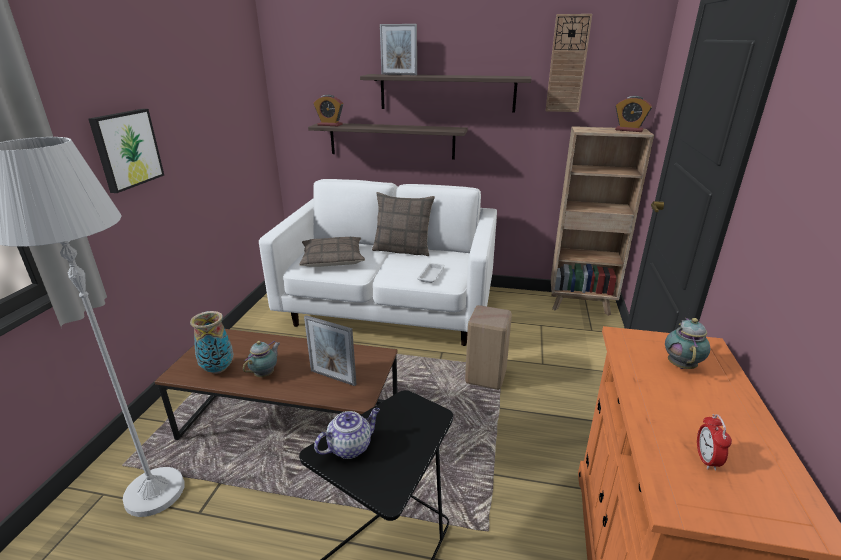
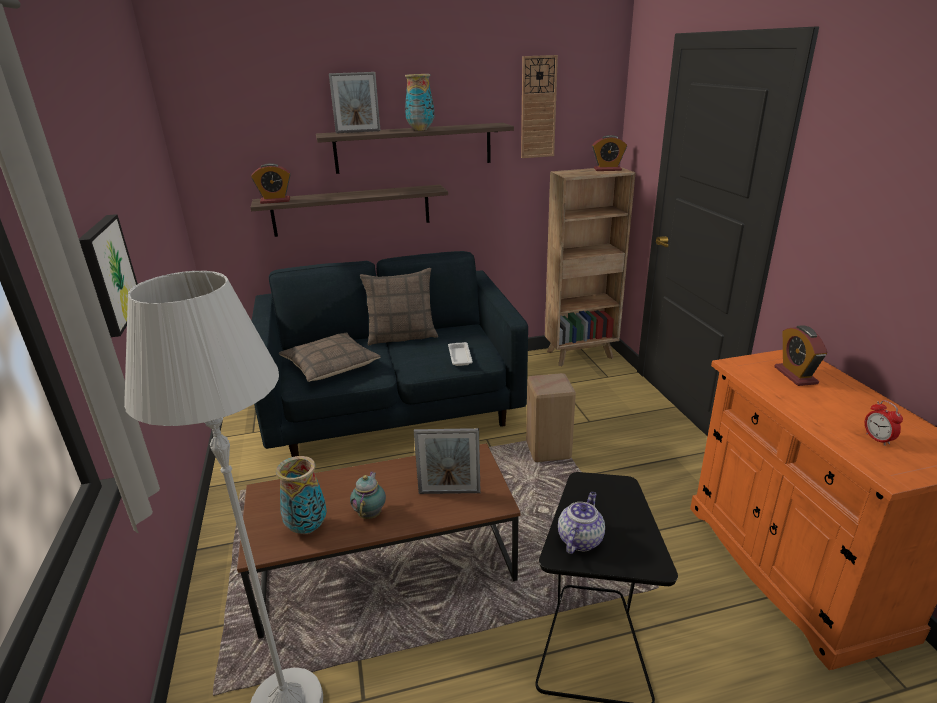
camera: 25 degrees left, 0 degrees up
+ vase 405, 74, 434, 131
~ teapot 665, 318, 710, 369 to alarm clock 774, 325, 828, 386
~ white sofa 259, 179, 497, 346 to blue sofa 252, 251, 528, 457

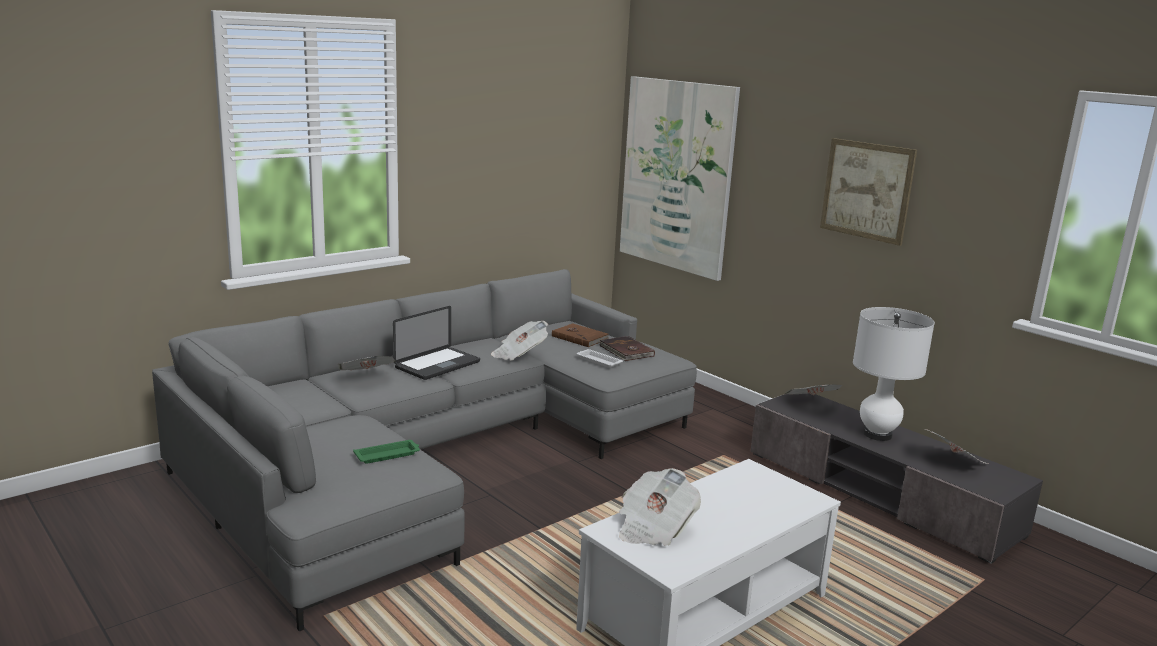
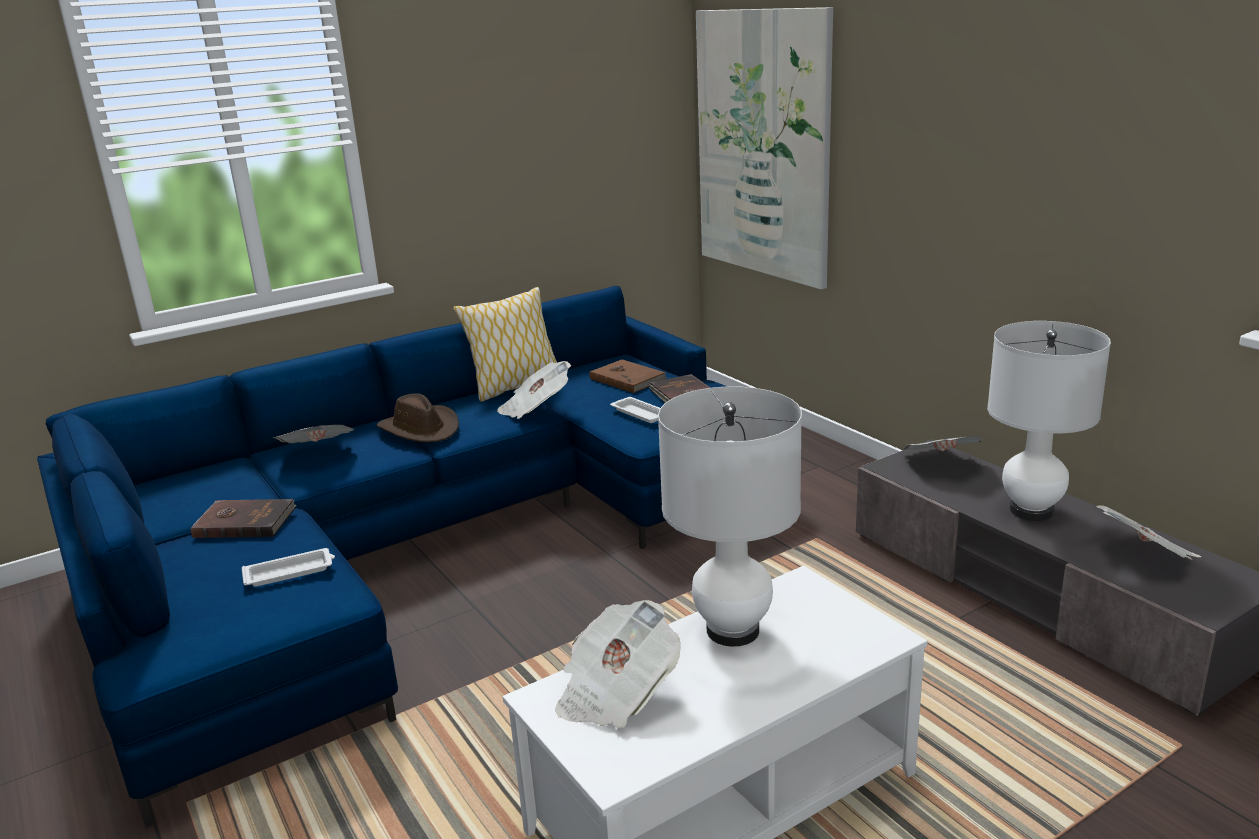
camera: 10 degrees right, 5 degrees up
- picture 820, 138, 917, 246
+ brown book 191, 499, 296, 538
+ pillow 453, 287, 557, 402
+ white table lamp 658, 386, 802, 647
~ laptop 393, 306, 480, 380 to brown hat 376, 394, 459, 442
~ grey sofa 152, 269, 697, 631 to blue sofa 37, 286, 726, 828
~ green tray 353, 440, 420, 464 to white tray 242, 548, 335, 587

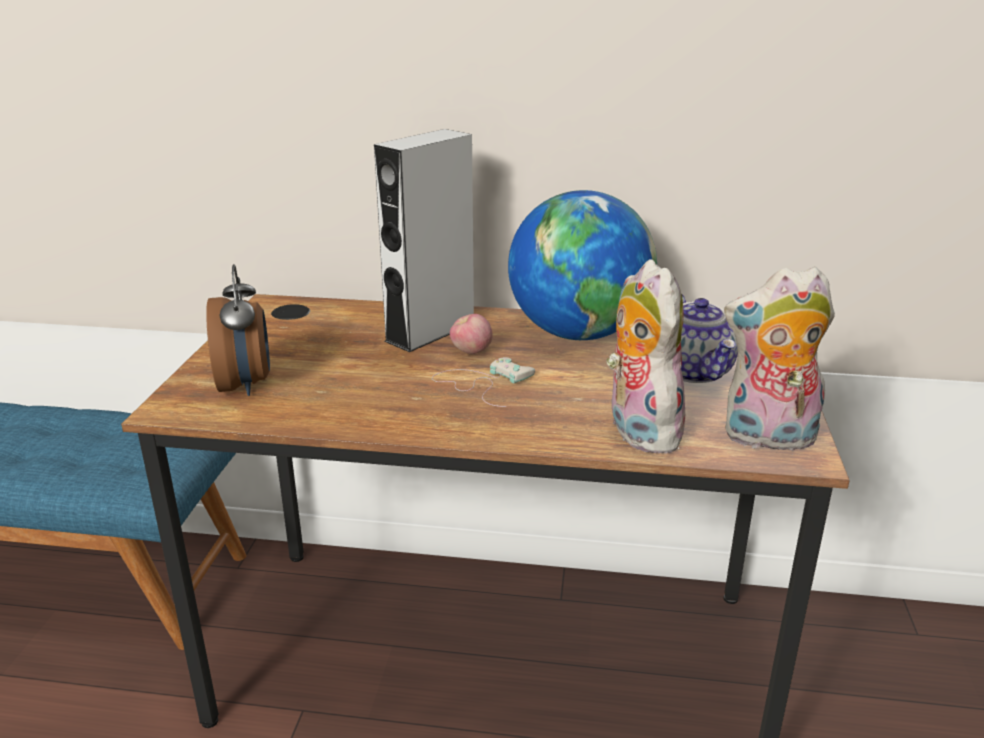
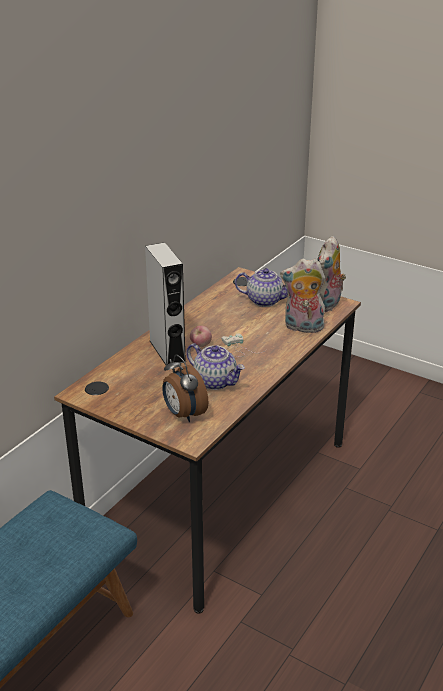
camera: 65 degrees left, 5 degrees up
- globe 508, 190, 657, 340
+ teapot 186, 343, 245, 390
~ alarm clock 206, 264, 270, 396 = 162, 355, 208, 422 135 degrees counterclockwise

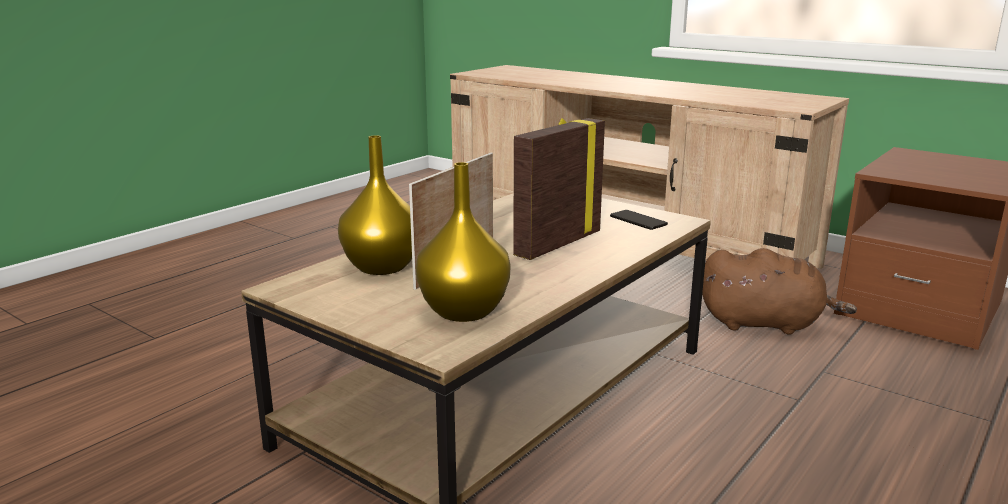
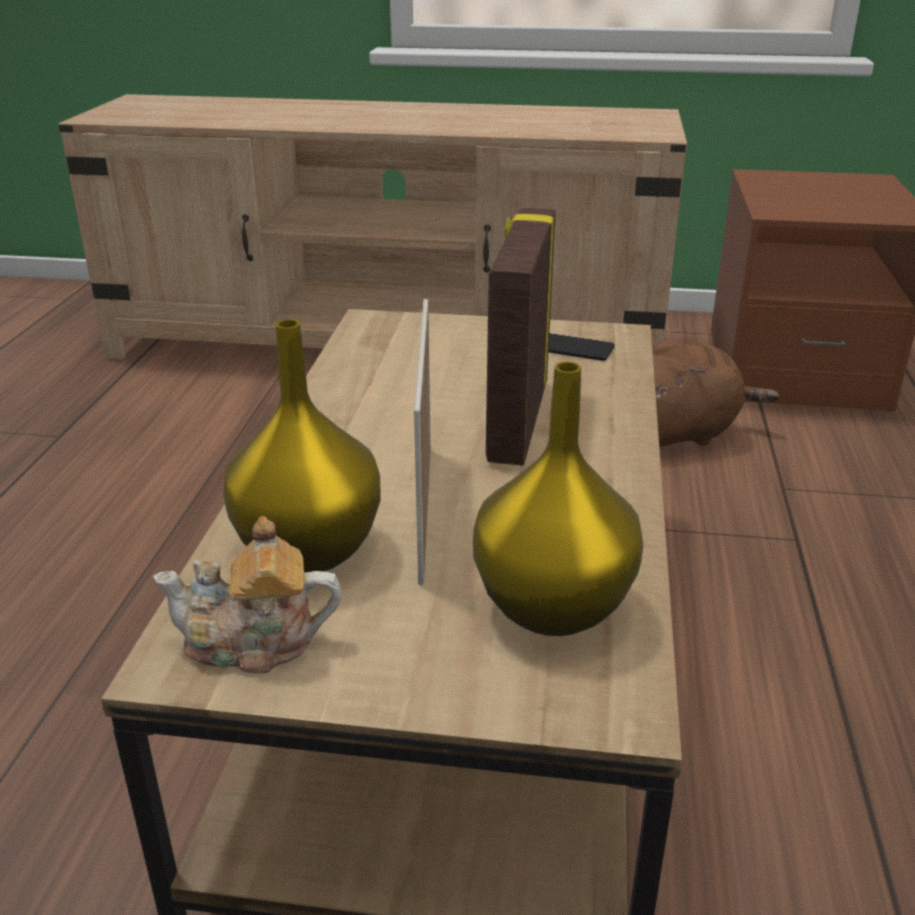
camera: 30 degrees left, 10 degrees up
+ teapot 153, 516, 341, 674

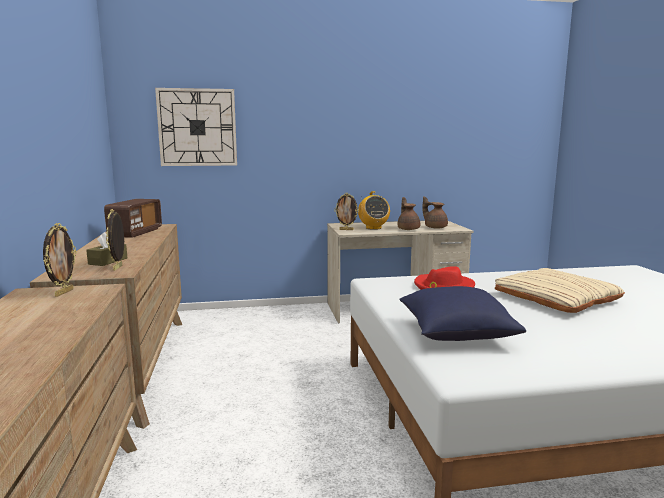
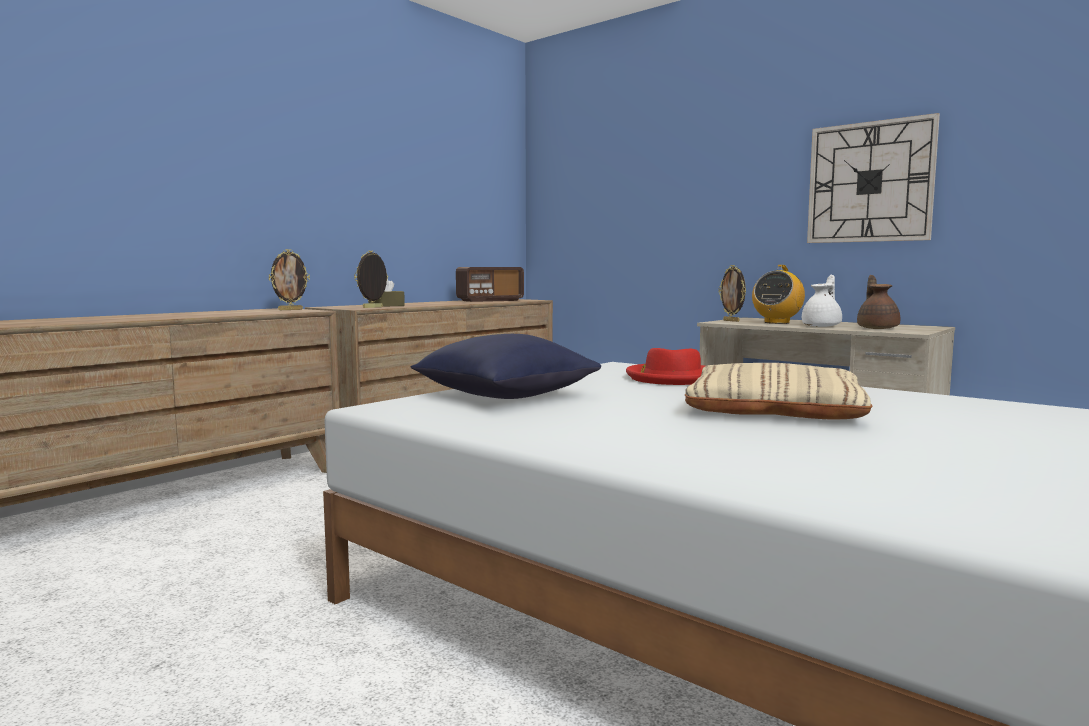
camera: 50 degrees right, 5 degrees down
~ wall clock 155, 88, 237, 166 to 807, 113, 940, 243
~ brown teapot 397, 197, 420, 230 to white teapot 802, 275, 842, 327

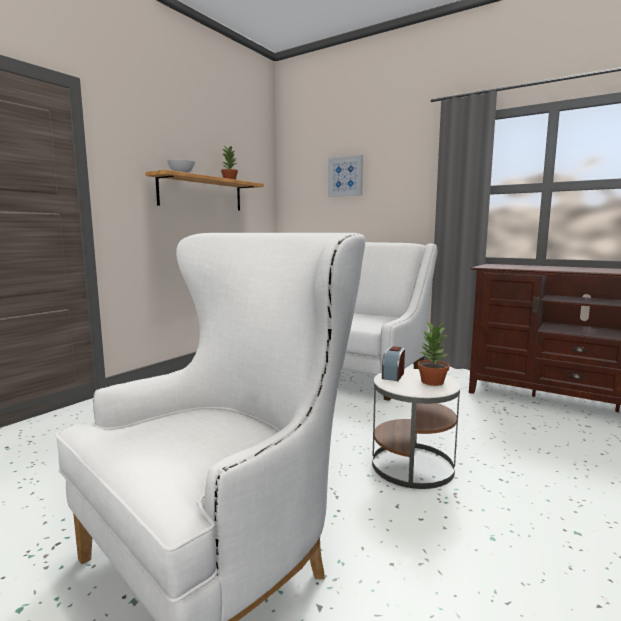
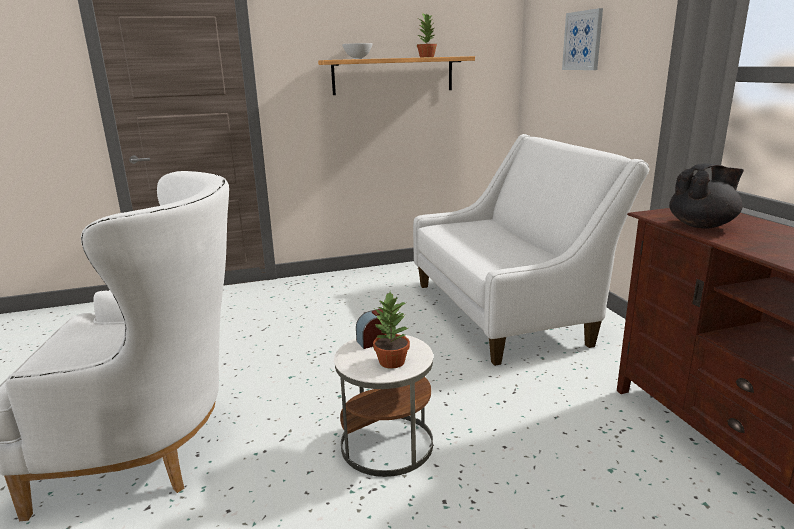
camera: 40 degrees right, 10 degrees up
+ black teapot 669, 163, 744, 228

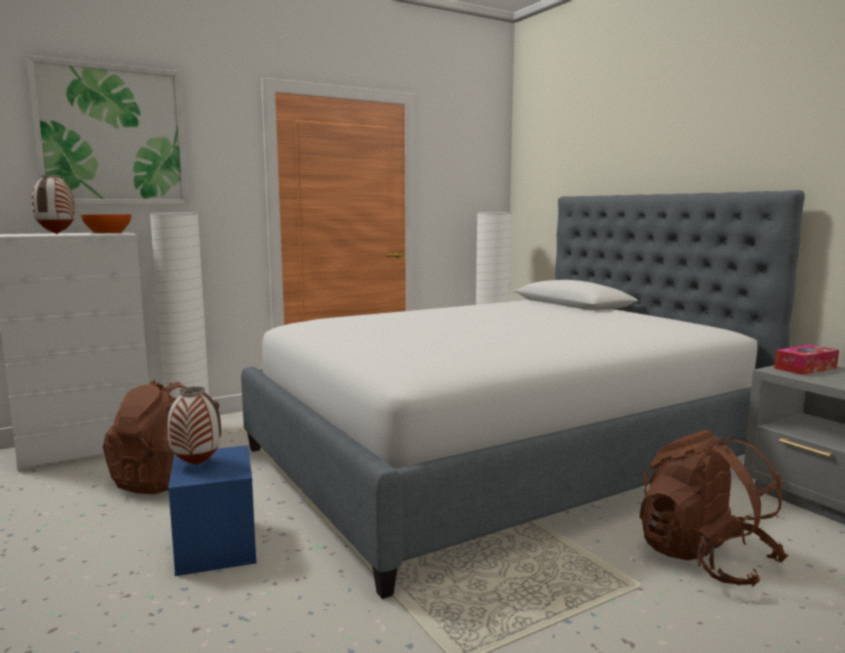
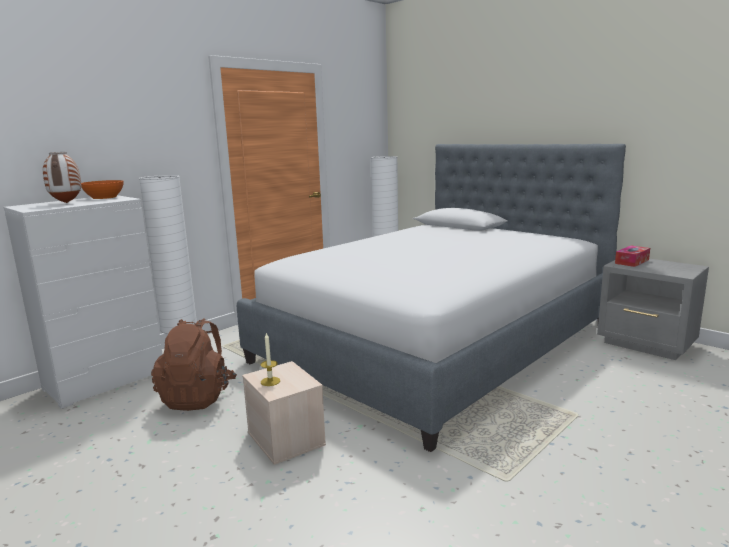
camera: 15 degrees left, 5 degrees up
- picture 26, 55, 189, 205
- brown backpack 640, 430, 788, 586
~ vase 167, 387, 221, 465 to candle 261, 333, 280, 386
~ blue storage box 168, 445, 257, 576 to beige storage box 242, 361, 326, 465

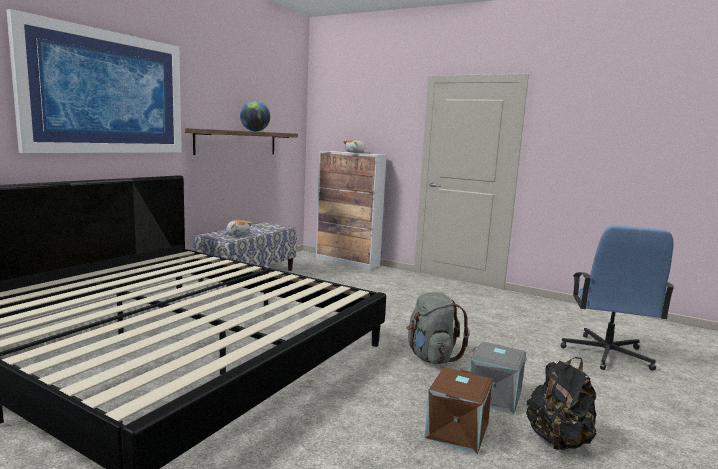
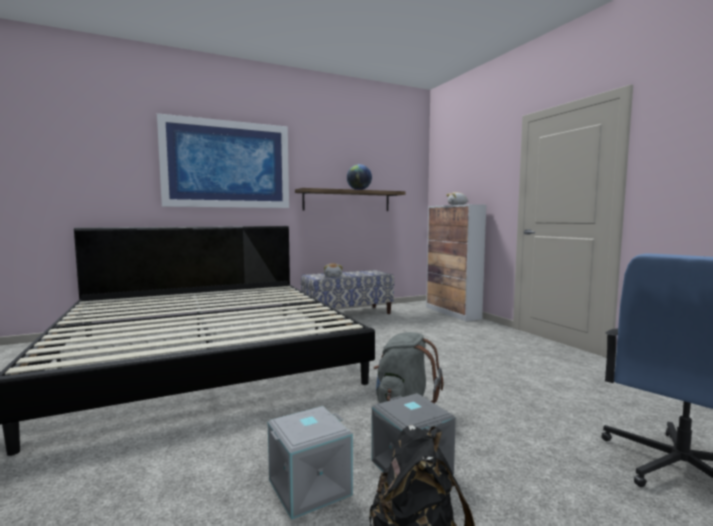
camera: 35 degrees right, 5 degrees down
~ brown storage box 424, 367, 493, 455 to grey storage box 268, 406, 353, 520

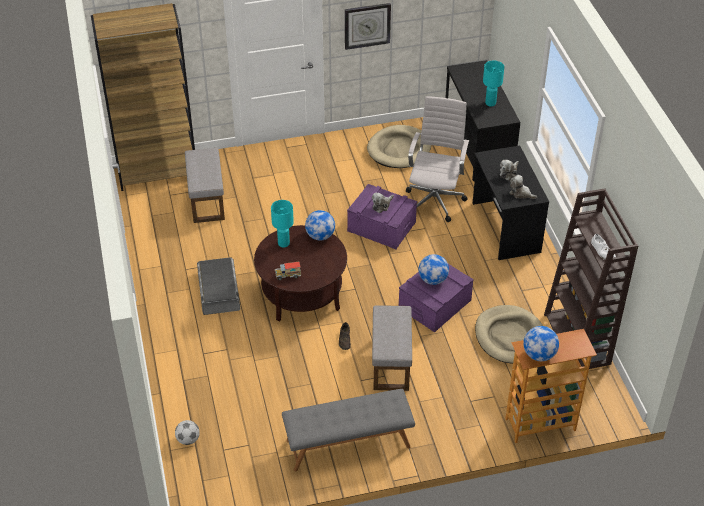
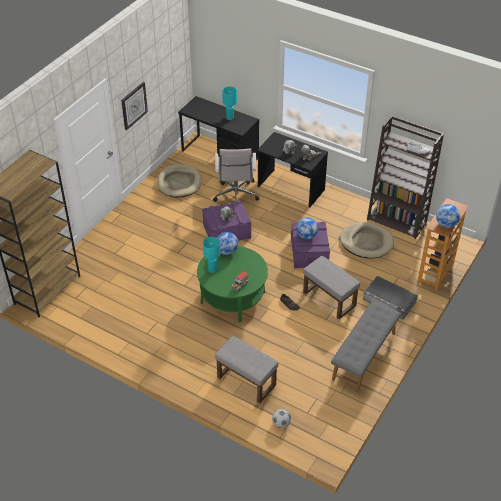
camera: 45 degrees left, 0 degrees up
~ grey ottoman 185, 148, 225, 223 to 215, 336, 278, 403
~ grey storage box 197, 257, 240, 315 to 363, 276, 418, 319
~ brown coffee table 254, 225, 347, 321 to green coffee table 197, 246, 268, 322
~ white office chair 406, 96, 469, 222 = 213, 149, 259, 202 150 degrees counterclockwise

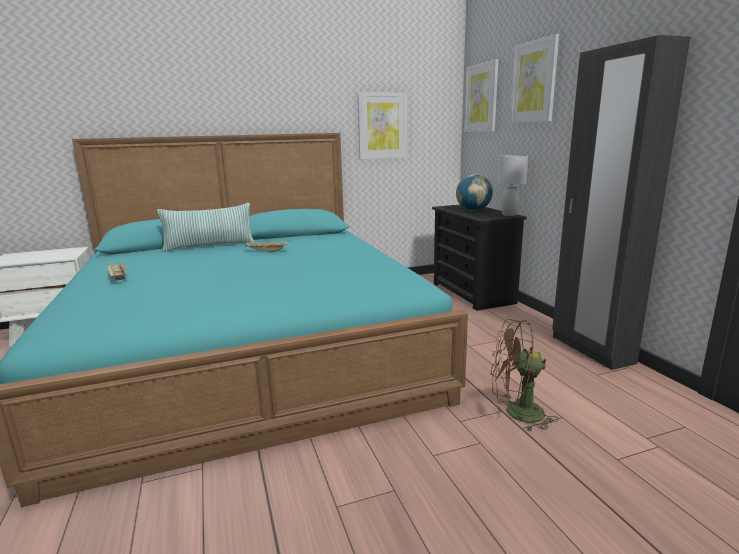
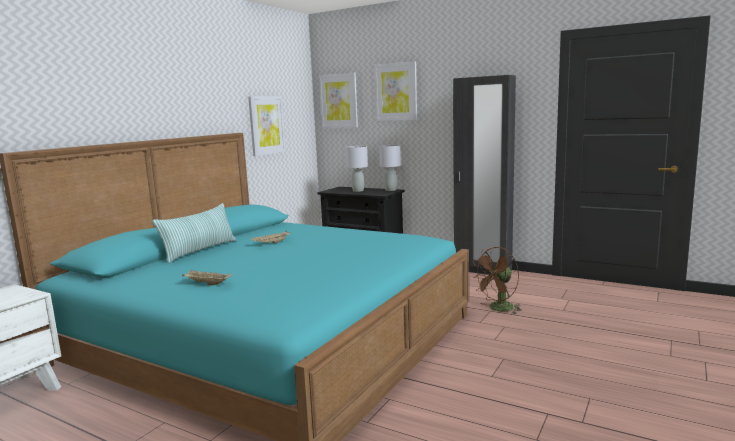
camera: 40 degrees left, 5 degrees down
~ globe 456, 174, 493, 211 to grey table lamp 346, 146, 368, 192

